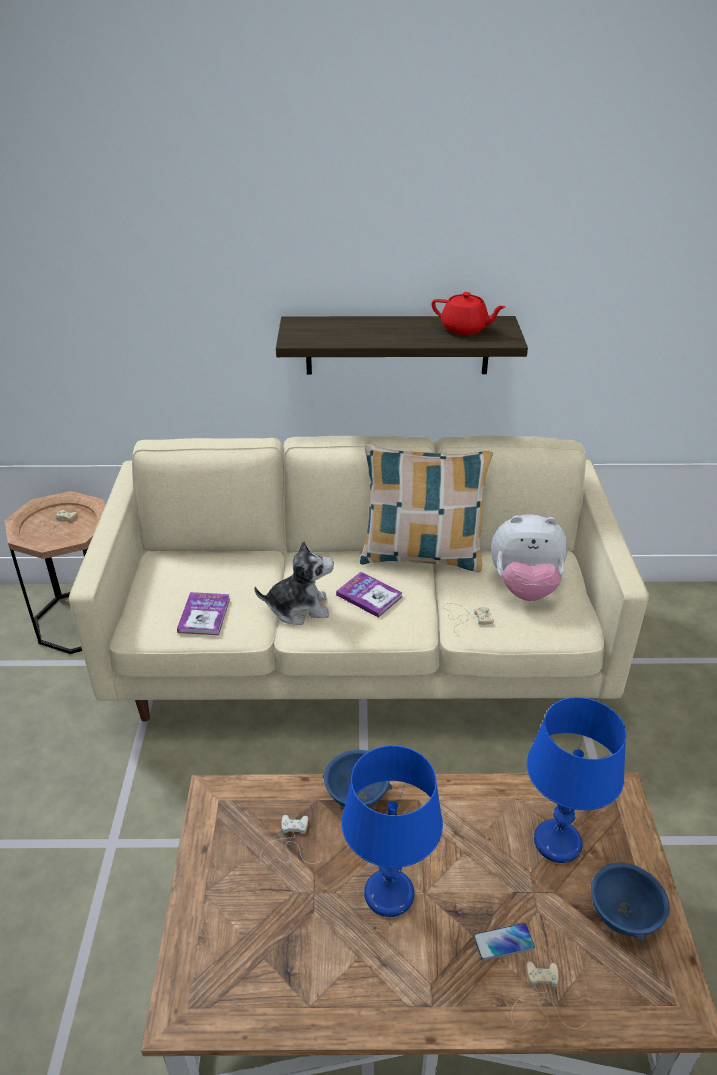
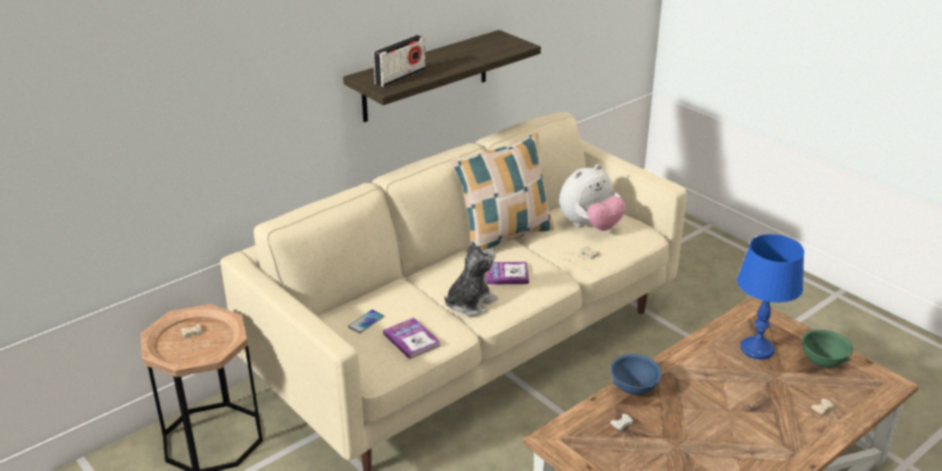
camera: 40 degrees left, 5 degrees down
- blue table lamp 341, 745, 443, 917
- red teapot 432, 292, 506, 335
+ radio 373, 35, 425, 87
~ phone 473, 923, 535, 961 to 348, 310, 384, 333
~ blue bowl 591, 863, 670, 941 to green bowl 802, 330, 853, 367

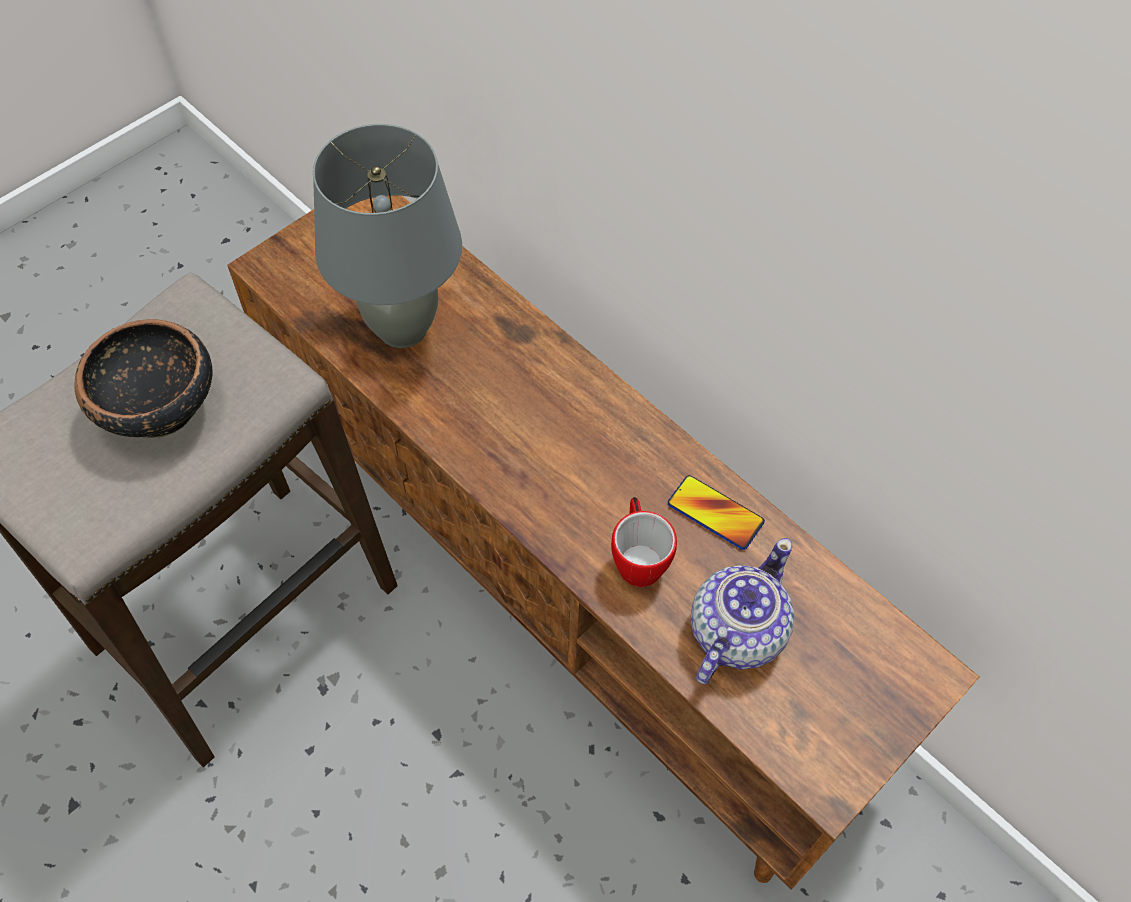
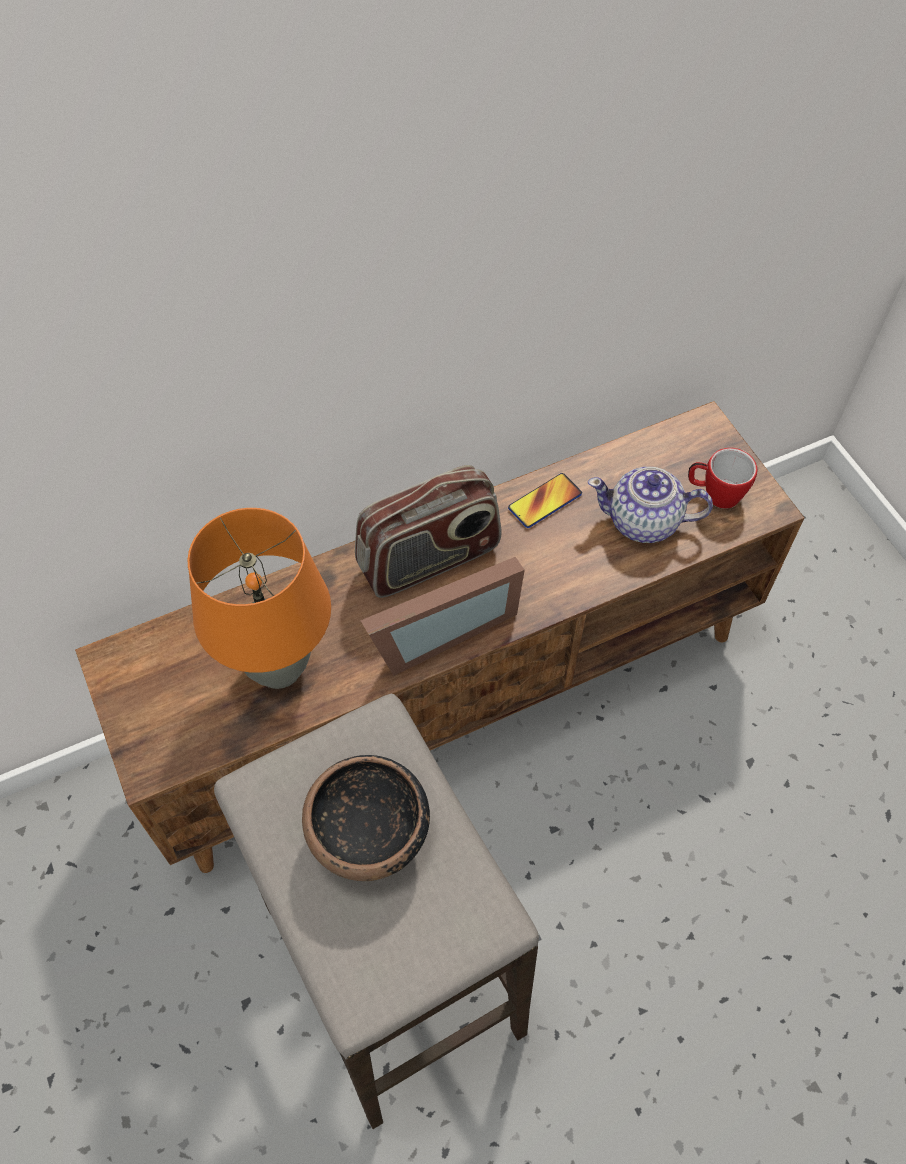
camera: 70 degrees left, 0 degrees up
+ radio 355, 465, 501, 598
+ picture frame 360, 557, 525, 676
~ mug 611, 497, 677, 587 to 688, 448, 757, 509
~ grey table lamp 313, 124, 462, 348 to orange table lamp 187, 508, 331, 689
~ teapot 691, 538, 794, 685 = 588, 467, 713, 543 45 degrees counterclockwise

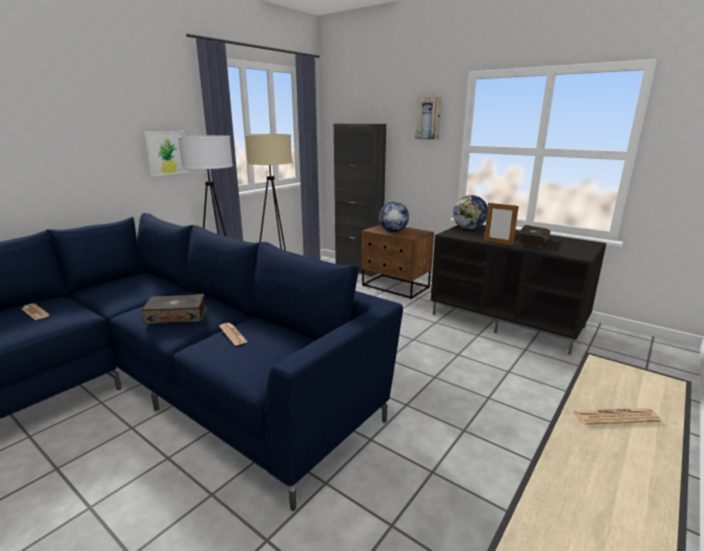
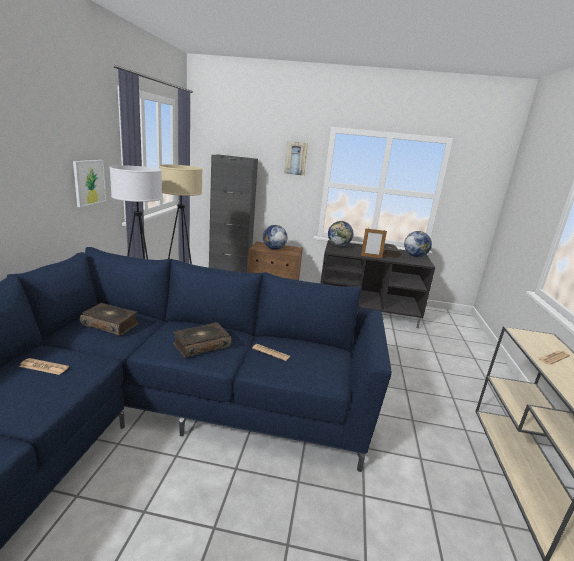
camera: 30 degrees left, 0 degrees up
+ book 80, 303, 138, 336
+ globe 404, 231, 432, 257

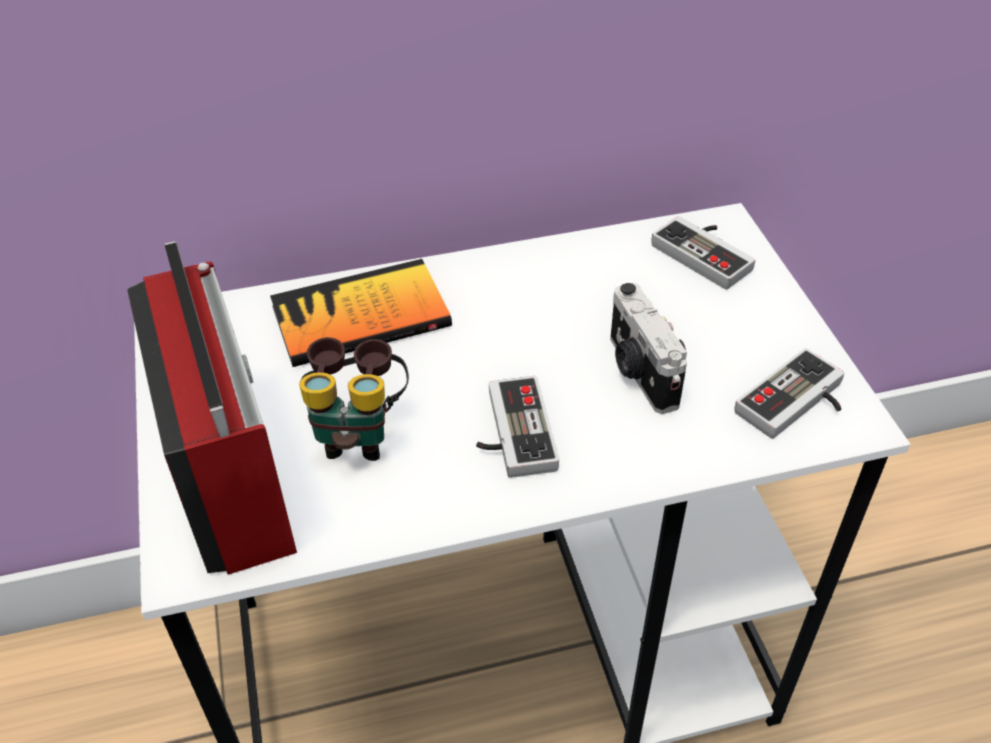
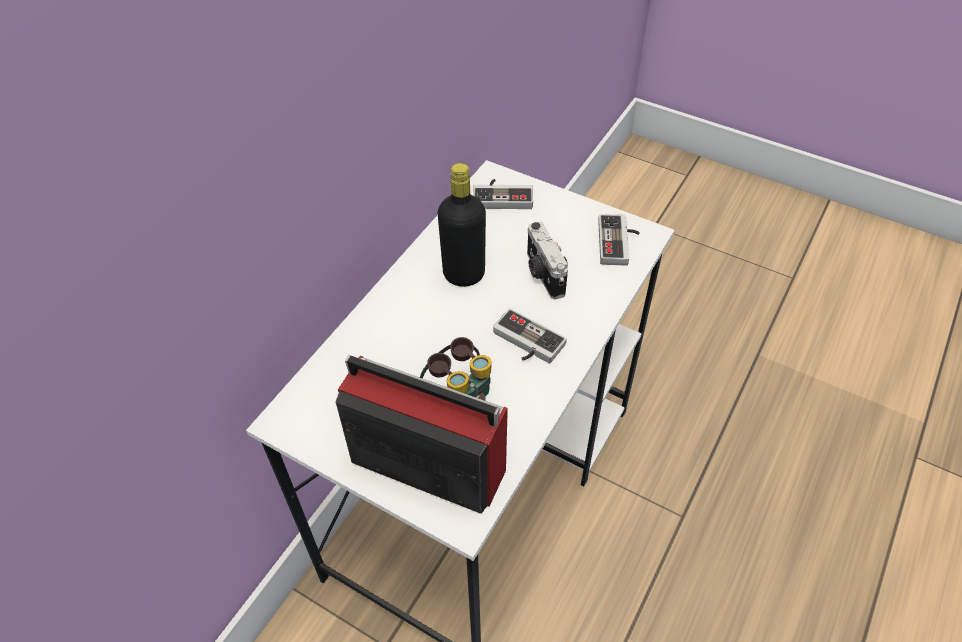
camera: 45 degrees left, 5 degrees up
- book 270, 259, 452, 367
+ black bottle 437, 163, 486, 287
~ photo camera 610, 283, 687, 414 = 527, 222, 568, 299 45 degrees clockwise

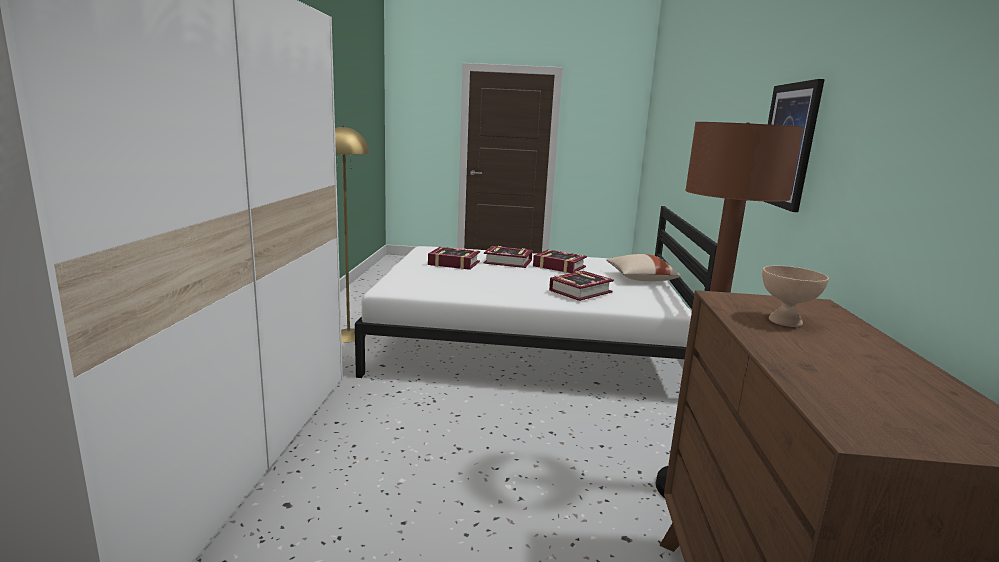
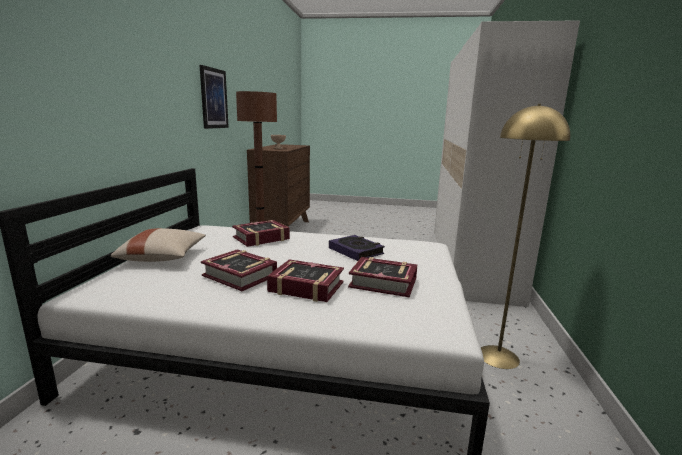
camera: 175 degrees left, 0 degrees up
+ book 329, 235, 385, 261

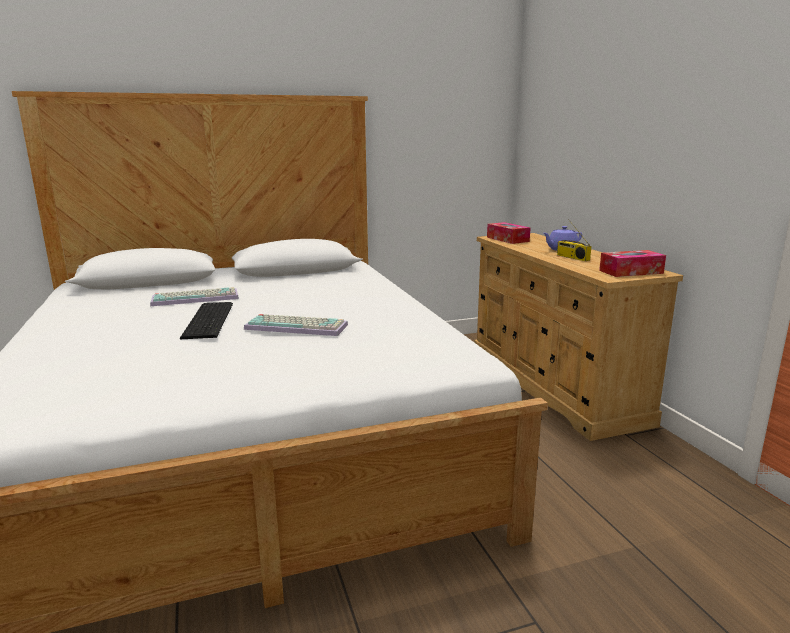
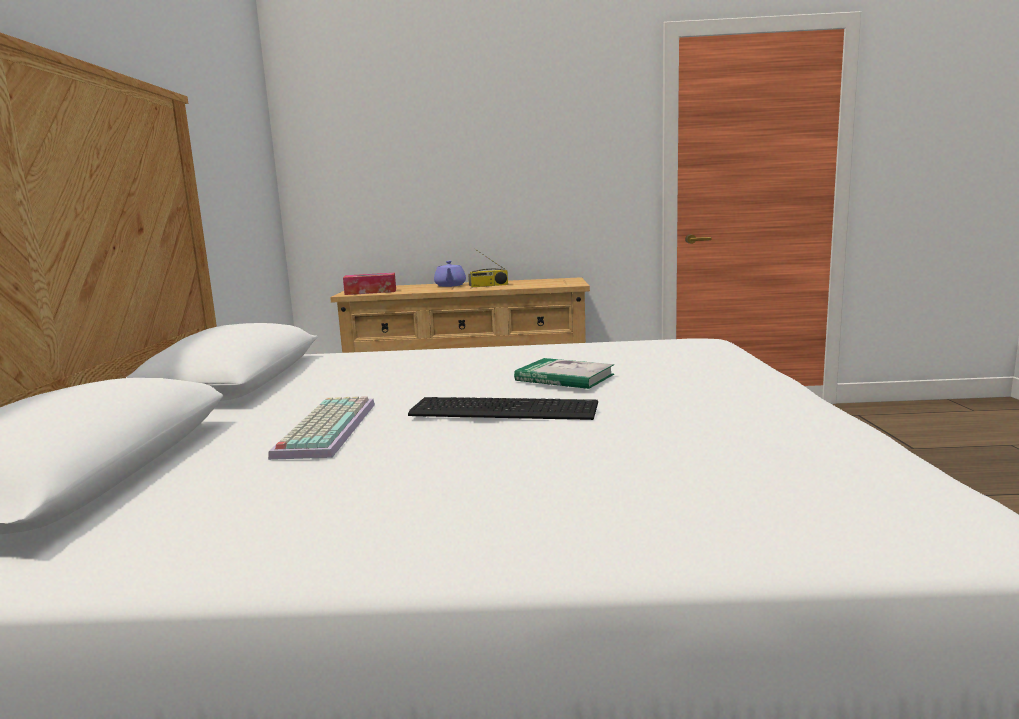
camera: 70 degrees left, 5 degrees down
- tissue box 599, 250, 666, 277
~ keyboard 244, 314, 348, 336 to book 514, 358, 614, 389

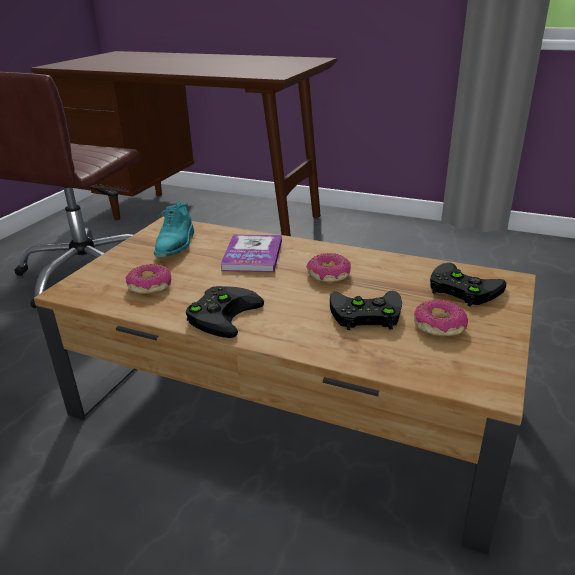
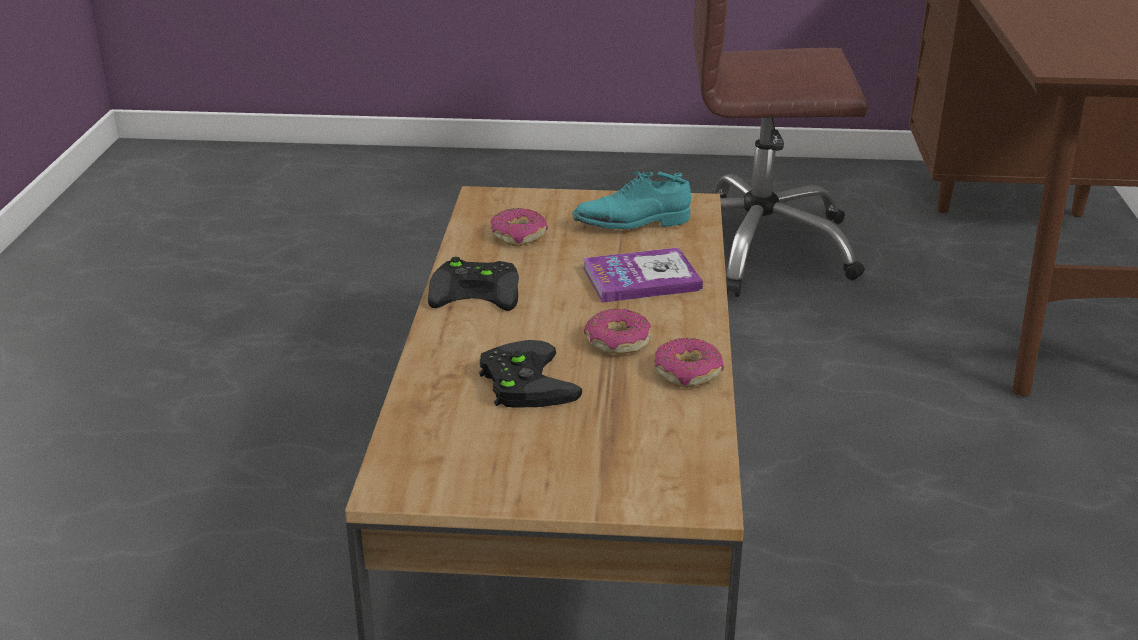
camera: 70 degrees right, 0 degrees up
- black game controller 430, 262, 506, 307
~ donut 414, 300, 468, 337 to 654, 338, 724, 388

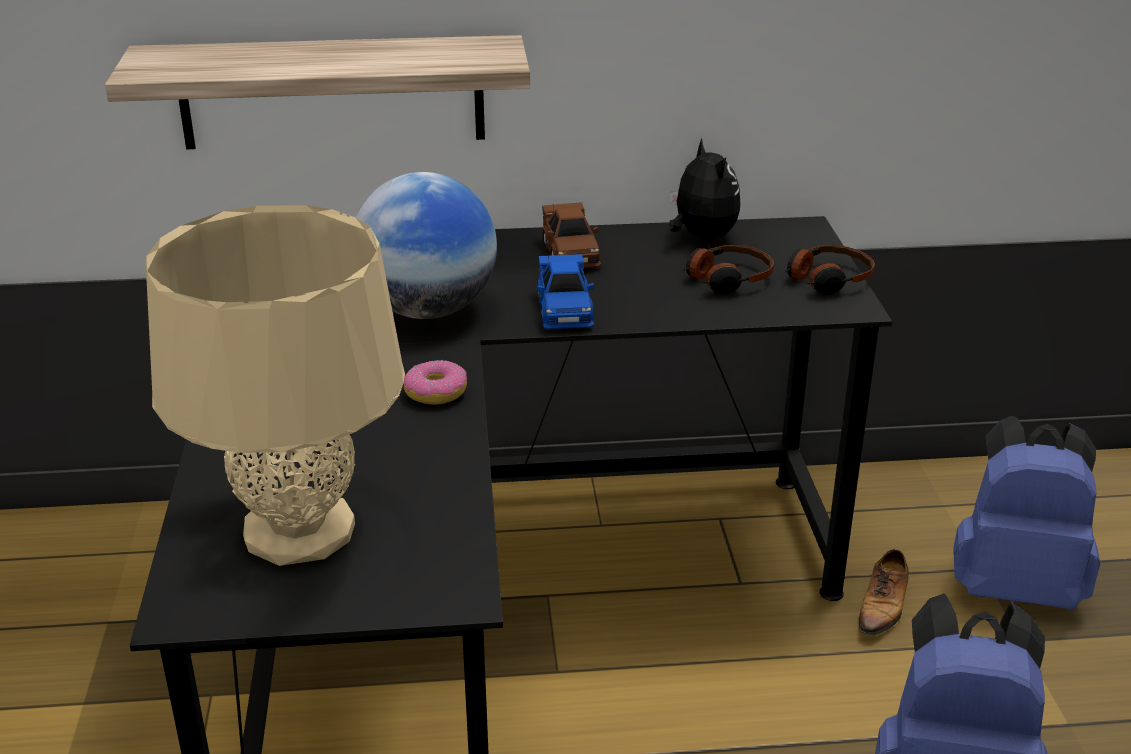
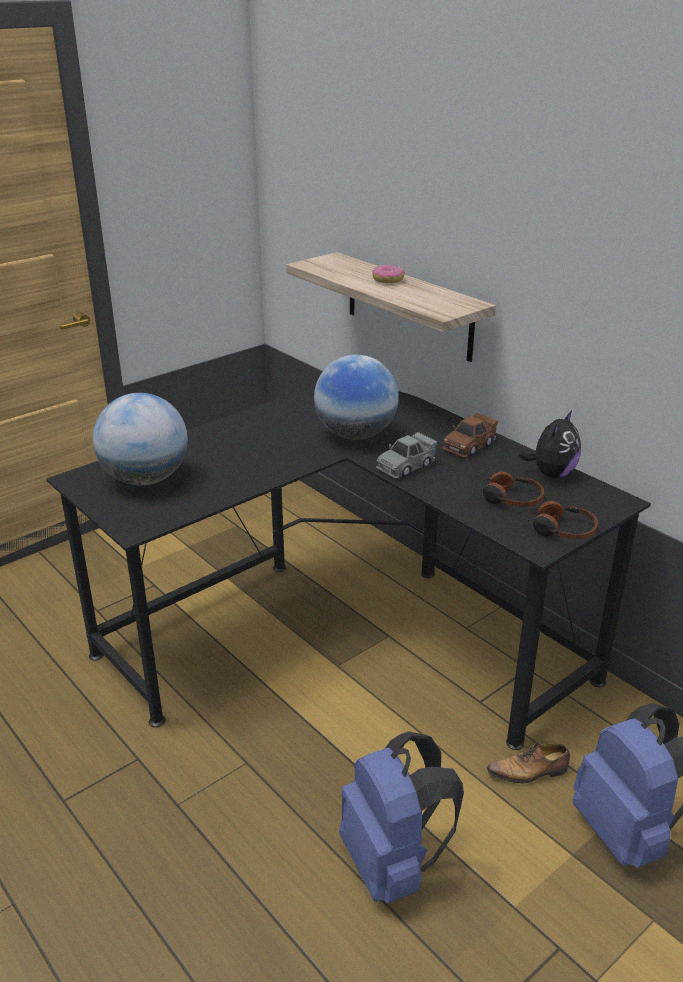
camera: 55 degrees right, 0 degrees up
~ donut 403, 360, 467, 405 to 372, 265, 405, 283
~ beige table lamp 146, 205, 405, 566 to globe 93, 393, 188, 485
~ blue toy car 537, 254, 594, 329 to grey toy car 376, 432, 437, 479

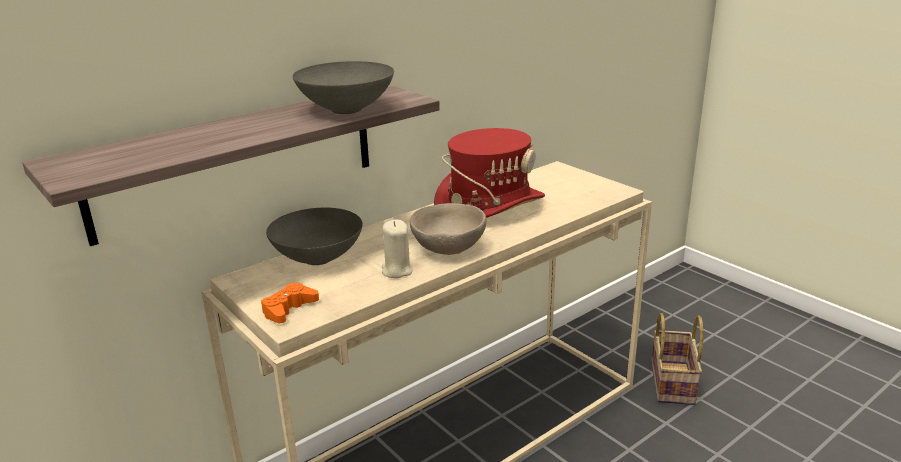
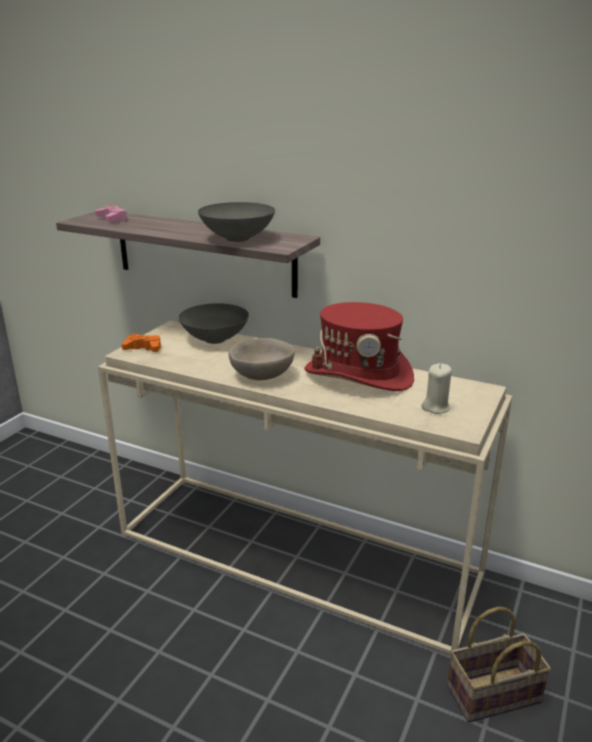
camera: 65 degrees right, 0 degrees up
+ pink game controller 95, 205, 128, 222
~ beige candle 382, 220, 413, 278 to 421, 363, 452, 414

